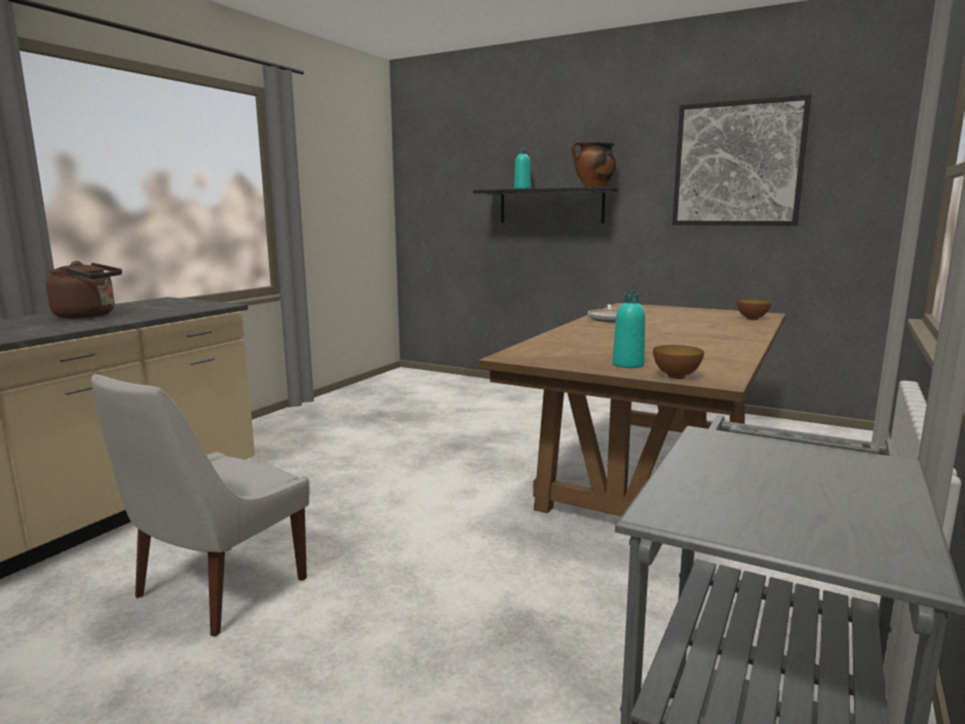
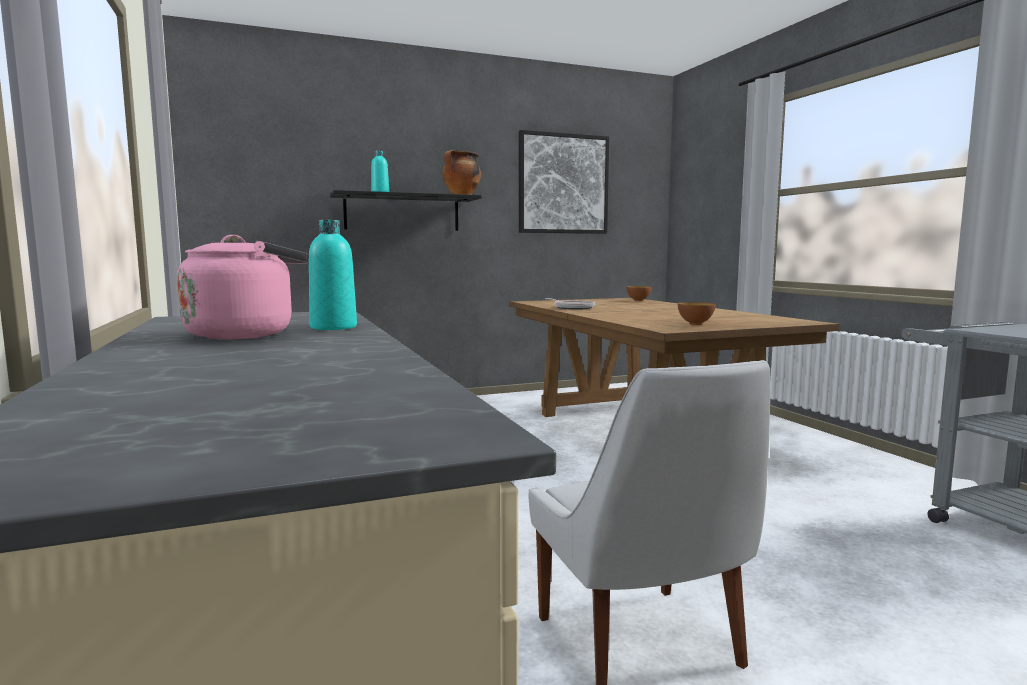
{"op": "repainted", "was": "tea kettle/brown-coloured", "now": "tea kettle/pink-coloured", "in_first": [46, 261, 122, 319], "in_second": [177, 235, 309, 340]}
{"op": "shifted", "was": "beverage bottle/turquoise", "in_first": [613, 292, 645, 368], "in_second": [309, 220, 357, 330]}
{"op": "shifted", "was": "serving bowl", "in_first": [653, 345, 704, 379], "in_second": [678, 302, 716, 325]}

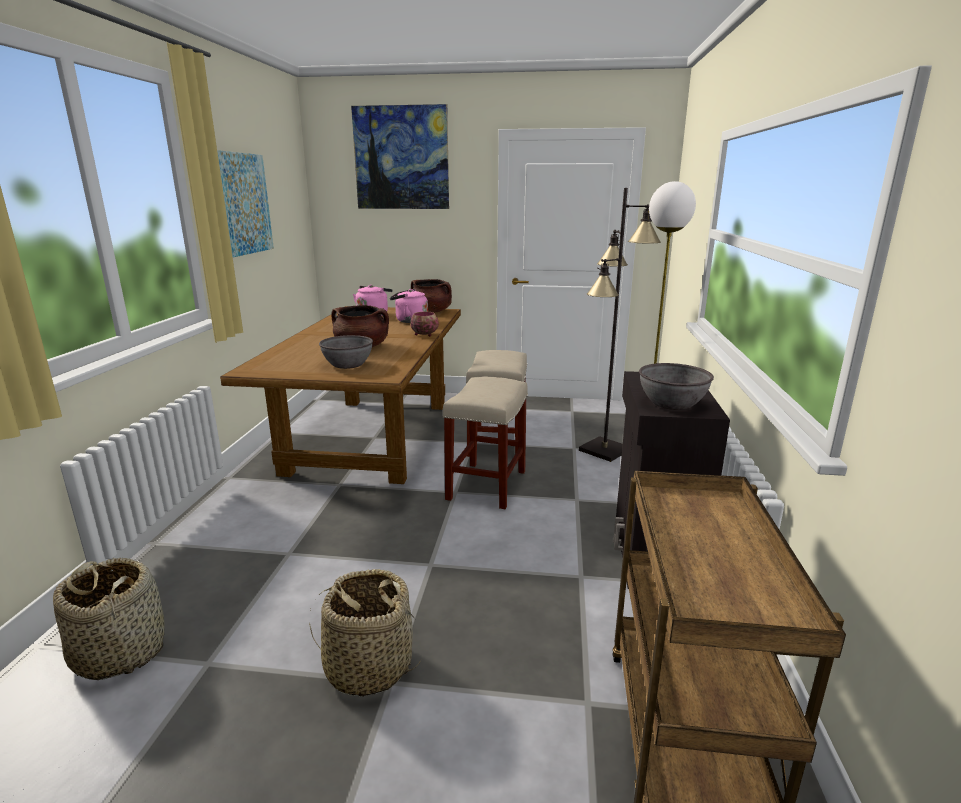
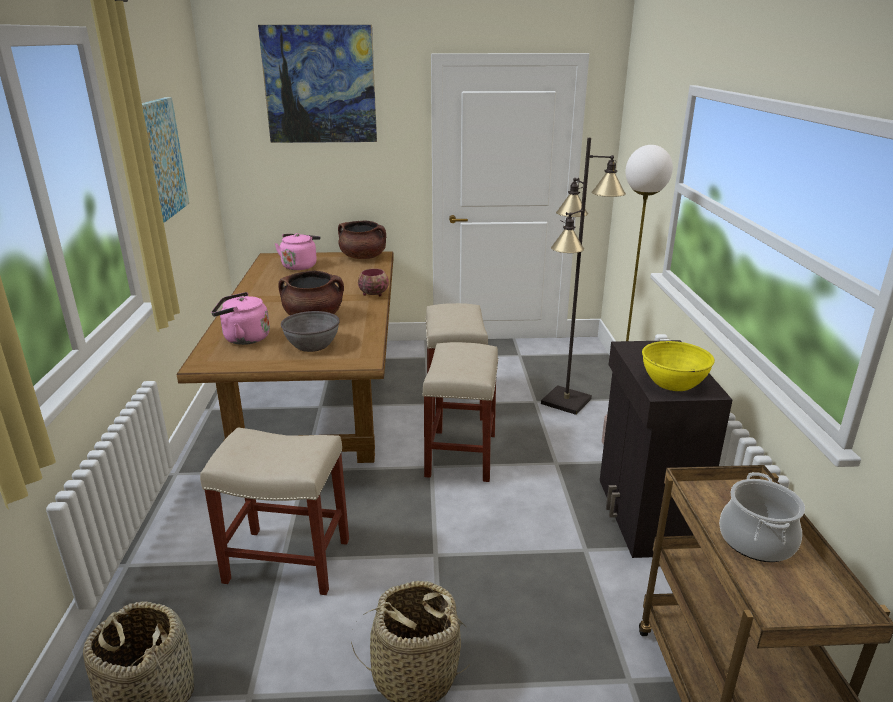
{"op": "shifted", "was": "tea kettle/pink-coloured", "in_first": [390, 289, 428, 323], "in_second": [211, 292, 270, 345]}
{"op": "repainted", "was": "serving bowl/gray", "now": "serving bowl/yellow-coloured", "in_first": [639, 363, 714, 410], "in_second": [642, 341, 715, 391]}
{"op": "new", "now": "stool/sand-coloured", "in_second": [200, 427, 349, 595]}
{"op": "new", "now": "saucepot", "in_second": [719, 472, 805, 562]}

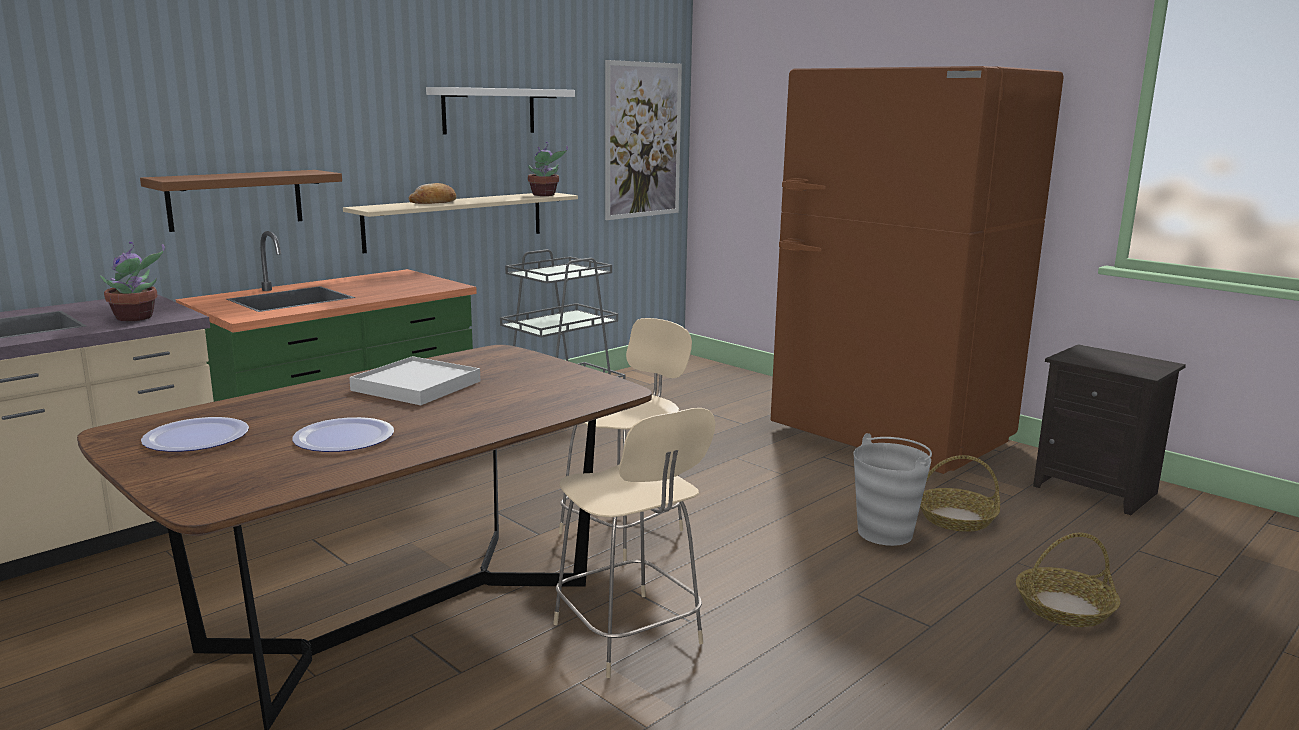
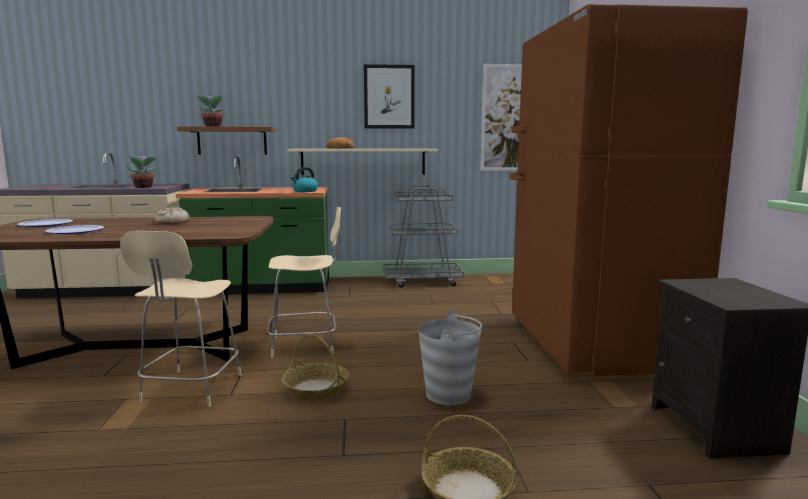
{"op": "swapped", "was": "shelf/white", "now": "wall picture", "in_first": [426, 87, 575, 135], "in_second": [364, 64, 415, 129]}
{"op": "shifted", "was": "houseplant", "in_first": [528, 142, 568, 196], "in_second": [195, 90, 226, 127]}
{"op": "swapped", "was": "tray/white", "now": "bread", "in_first": [349, 356, 480, 405], "in_second": [154, 207, 190, 224]}
{"op": "shifted", "was": "storage basket", "in_first": [920, 455, 1000, 532], "in_second": [282, 334, 349, 400]}
{"op": "new", "now": "tea kettle", "in_second": [291, 167, 318, 192]}

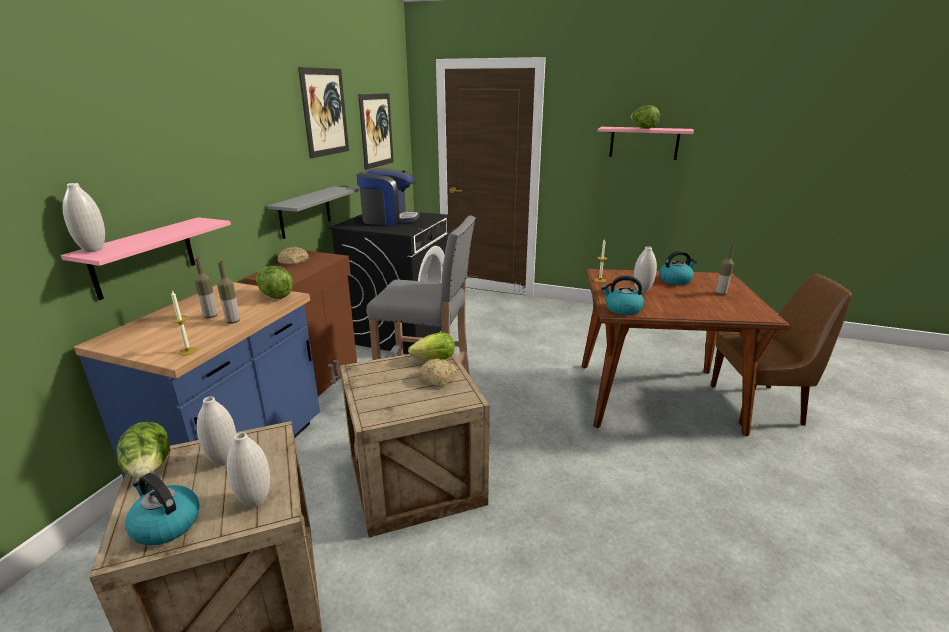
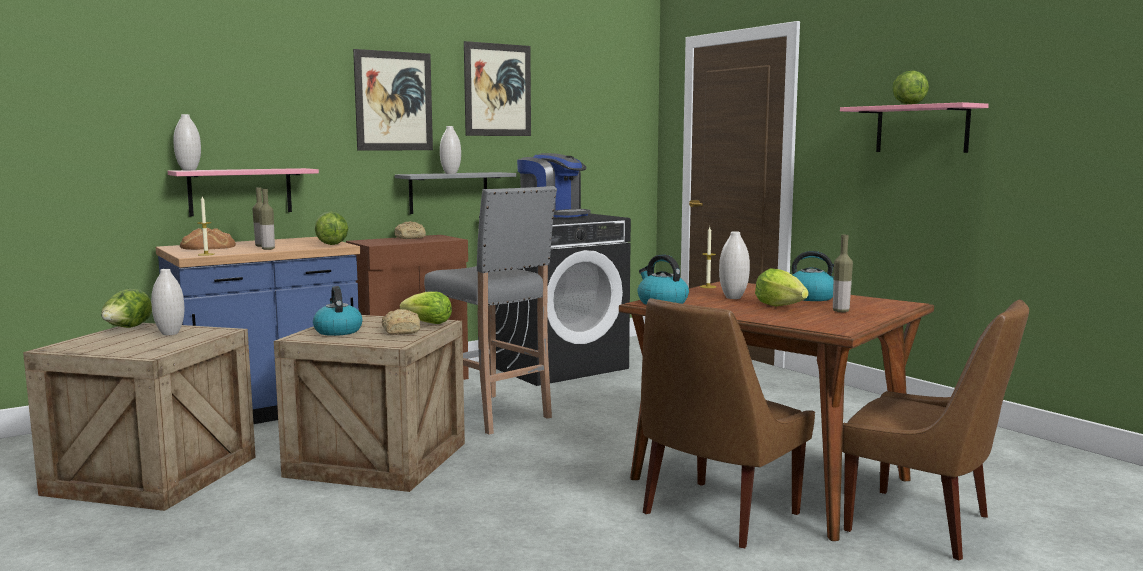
{"op": "shifted", "was": "wall picture", "in_first": [358, 93, 394, 170], "in_second": [353, 49, 433, 151]}
{"op": "shifted", "was": "flower vase/white", "in_first": [227, 432, 270, 508], "in_second": [440, 126, 461, 174]}
{"op": "shifted", "was": "tea kettle", "in_first": [125, 473, 200, 546], "in_second": [313, 286, 362, 336]}
{"op": "new", "now": "bread", "in_second": [180, 228, 236, 250]}
{"op": "new", "now": "lettuce head", "in_second": [755, 268, 809, 306]}
{"op": "new", "now": "upright chair/brown-coloured", "in_second": [641, 298, 815, 549]}

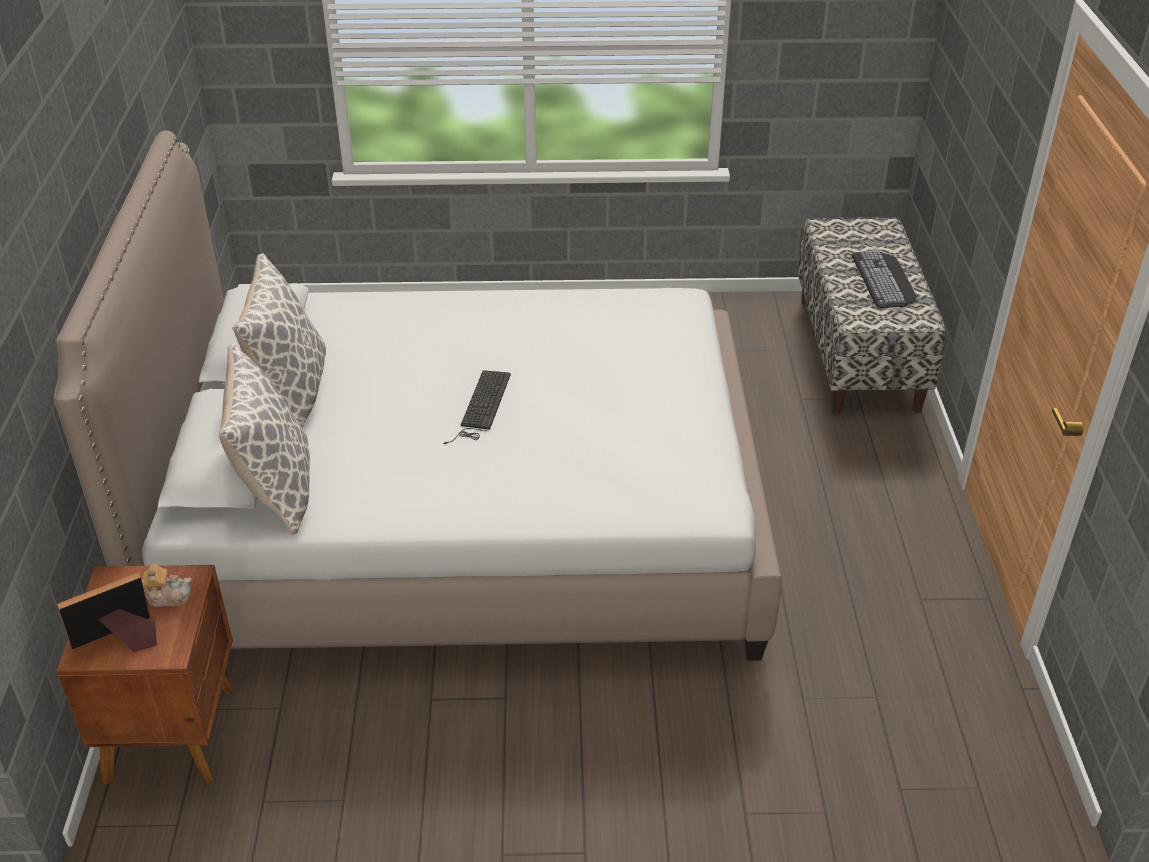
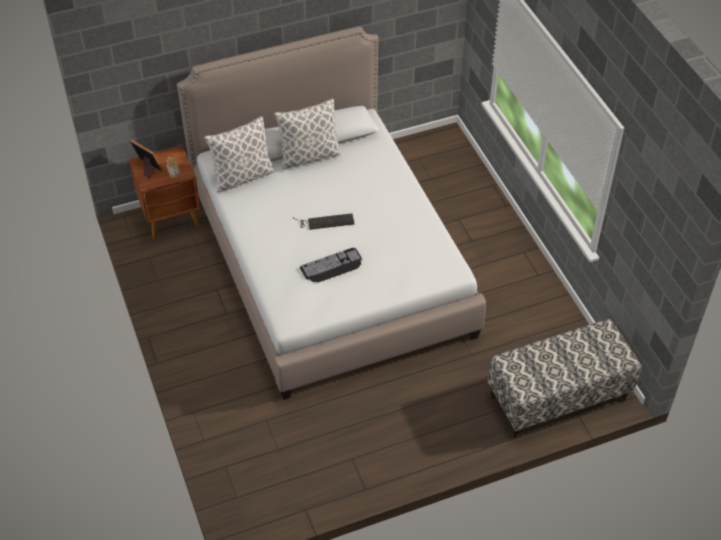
{"op": "shifted", "was": "keyboard", "in_first": [852, 250, 917, 308], "in_second": [300, 248, 362, 282]}

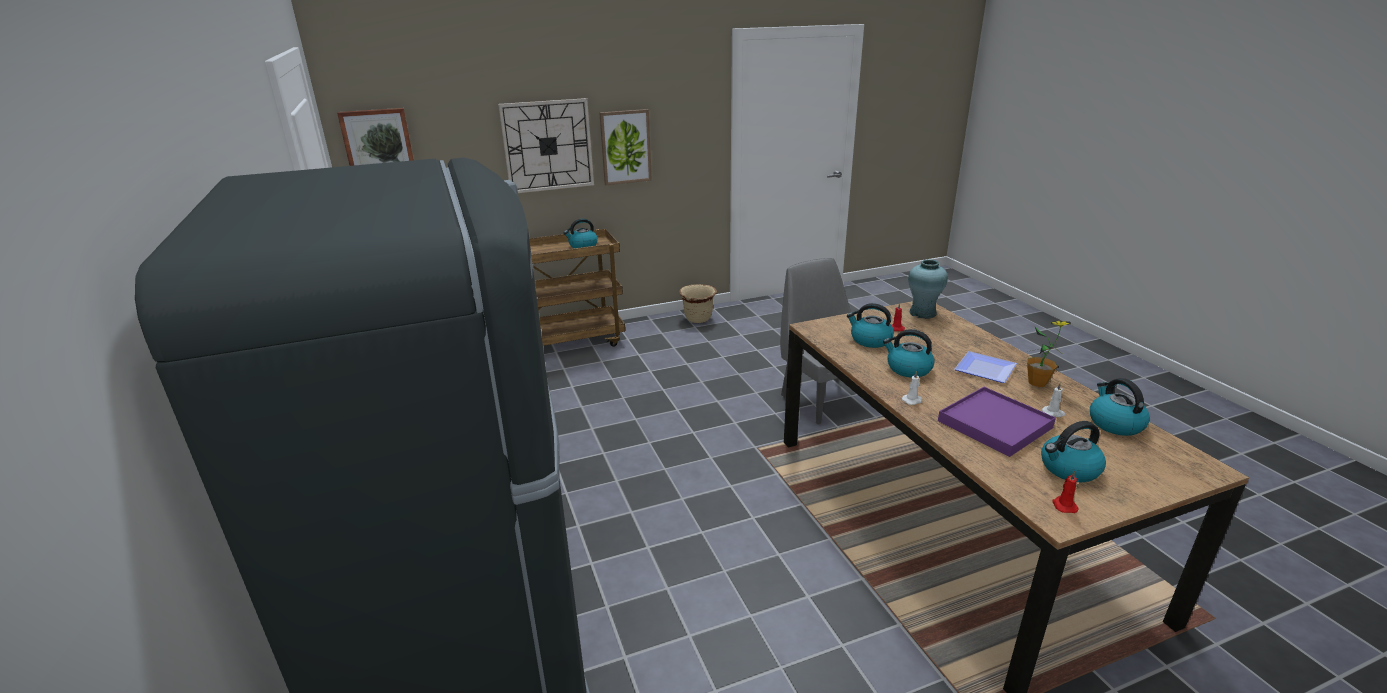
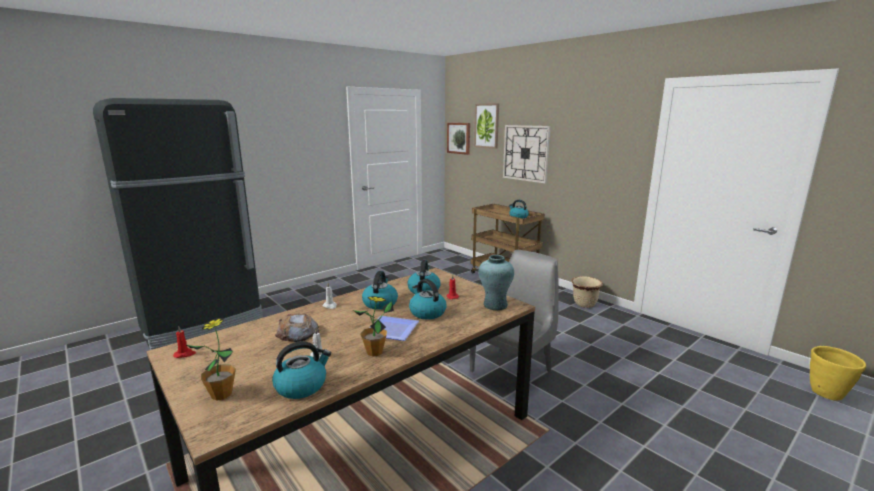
{"op": "shifted", "was": "wall picture", "in_first": [599, 109, 652, 185], "in_second": [474, 103, 499, 149]}
{"op": "swapped", "was": "tray/purplish", "now": "bread", "in_first": [938, 387, 1056, 457], "in_second": [275, 314, 319, 342]}
{"op": "shifted", "was": "tea kettle", "in_first": [1041, 421, 1106, 482], "in_second": [409, 279, 446, 319]}
{"op": "new", "now": "houseplant", "in_second": [187, 318, 236, 400]}
{"op": "new", "now": "flower pot/yellow-coloured", "in_second": [810, 346, 866, 401]}

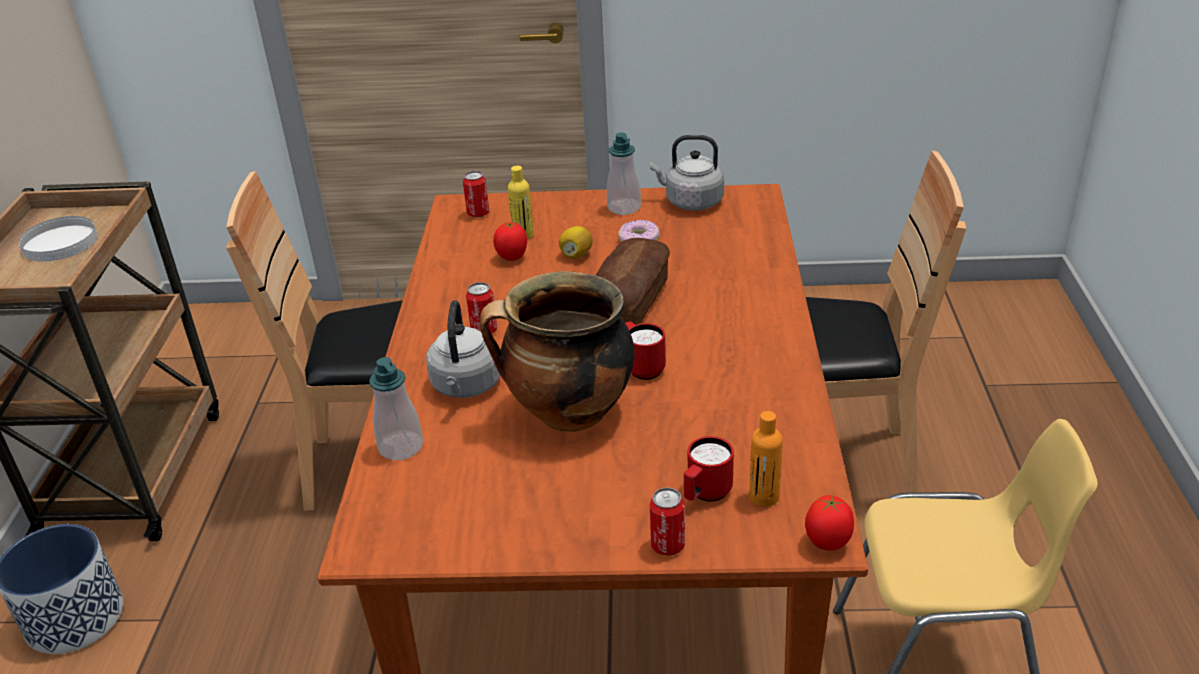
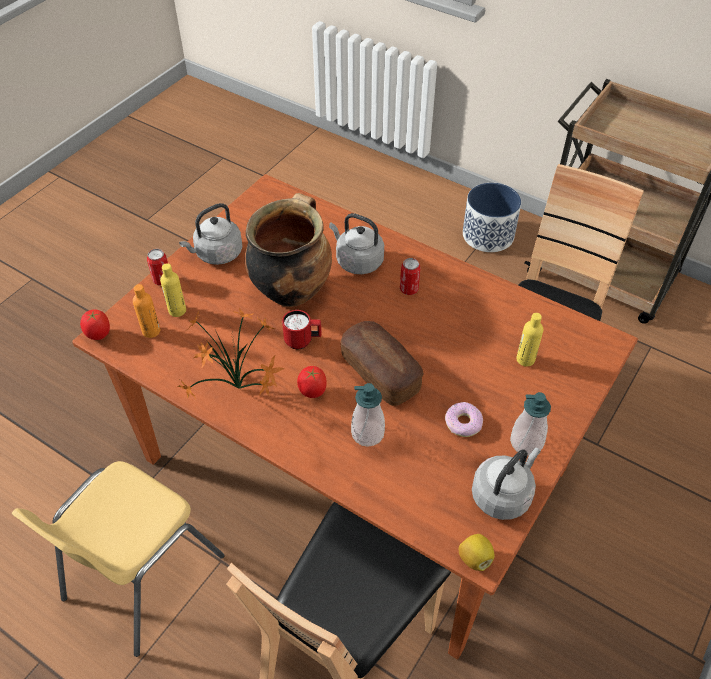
{"op": "gone", "was": "sealed can", "in_first": [463, 171, 489, 218]}
{"op": "gone", "was": "flat dish/white", "in_first": [19, 216, 98, 261]}
{"op": "shifted", "was": "fresh tomato", "in_first": [493, 222, 527, 261], "in_second": [297, 366, 327, 398]}
{"op": "shifted", "was": "whole lemon", "in_first": [559, 226, 593, 259], "in_second": [459, 534, 495, 571]}
{"op": "shifted", "was": "liquid soap bottle", "in_first": [369, 357, 423, 460], "in_second": [351, 383, 385, 447]}
{"op": "swapped", "was": "coffee mug/red", "now": "beverage bottle/yellow-coloured", "in_first": [684, 436, 734, 501], "in_second": [160, 263, 186, 317]}
{"op": "new", "now": "tea kettle/gray", "in_second": [179, 203, 242, 265]}
{"op": "new", "now": "houseplant", "in_second": [177, 308, 285, 399]}

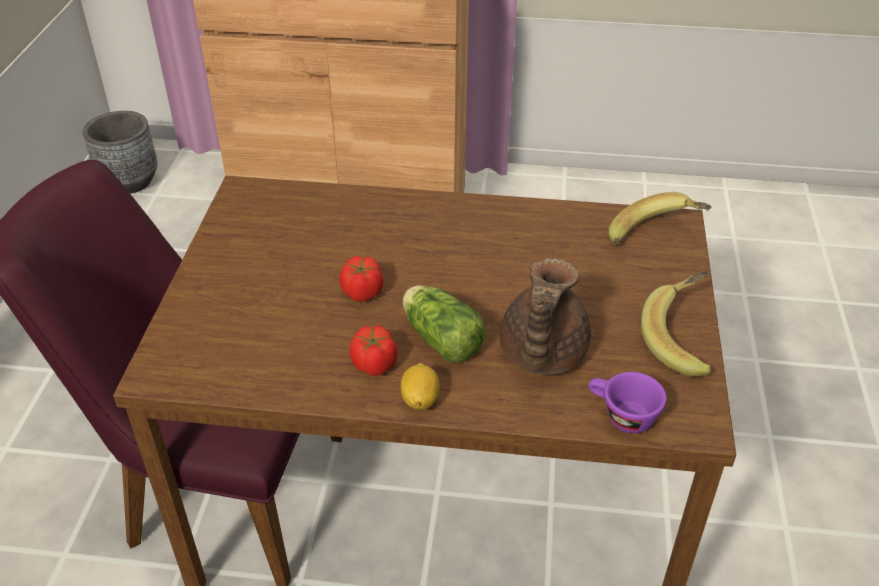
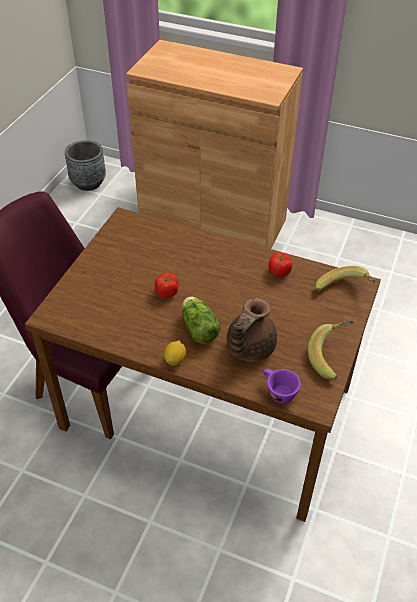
{"op": "shifted", "was": "fresh tomato", "in_first": [349, 325, 398, 376], "in_second": [268, 252, 292, 277]}

